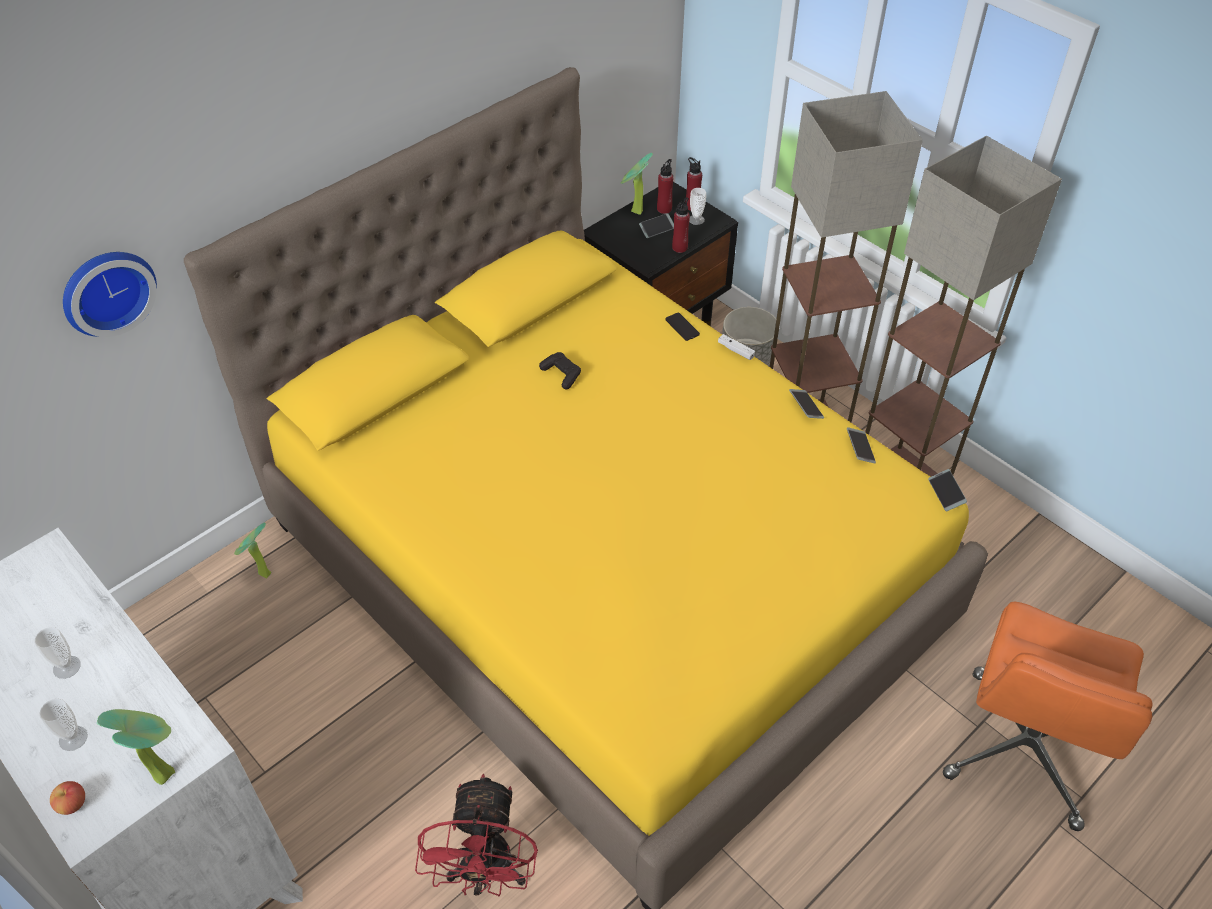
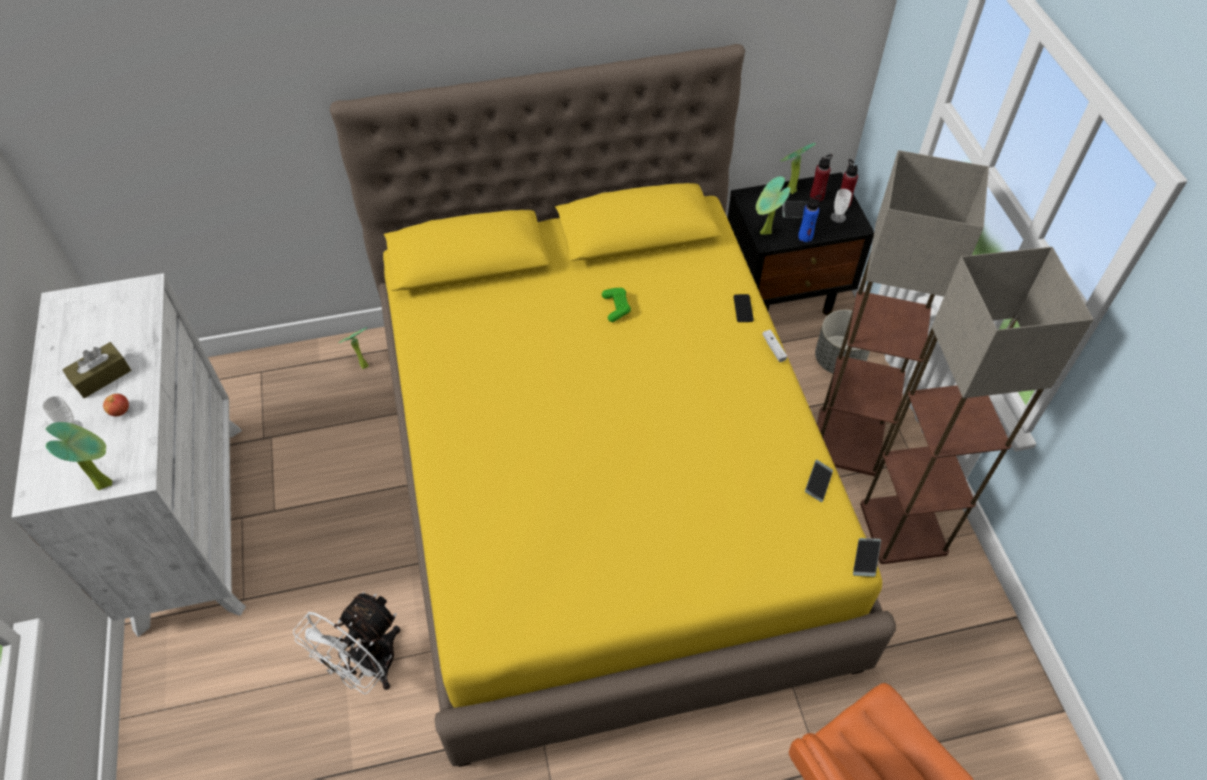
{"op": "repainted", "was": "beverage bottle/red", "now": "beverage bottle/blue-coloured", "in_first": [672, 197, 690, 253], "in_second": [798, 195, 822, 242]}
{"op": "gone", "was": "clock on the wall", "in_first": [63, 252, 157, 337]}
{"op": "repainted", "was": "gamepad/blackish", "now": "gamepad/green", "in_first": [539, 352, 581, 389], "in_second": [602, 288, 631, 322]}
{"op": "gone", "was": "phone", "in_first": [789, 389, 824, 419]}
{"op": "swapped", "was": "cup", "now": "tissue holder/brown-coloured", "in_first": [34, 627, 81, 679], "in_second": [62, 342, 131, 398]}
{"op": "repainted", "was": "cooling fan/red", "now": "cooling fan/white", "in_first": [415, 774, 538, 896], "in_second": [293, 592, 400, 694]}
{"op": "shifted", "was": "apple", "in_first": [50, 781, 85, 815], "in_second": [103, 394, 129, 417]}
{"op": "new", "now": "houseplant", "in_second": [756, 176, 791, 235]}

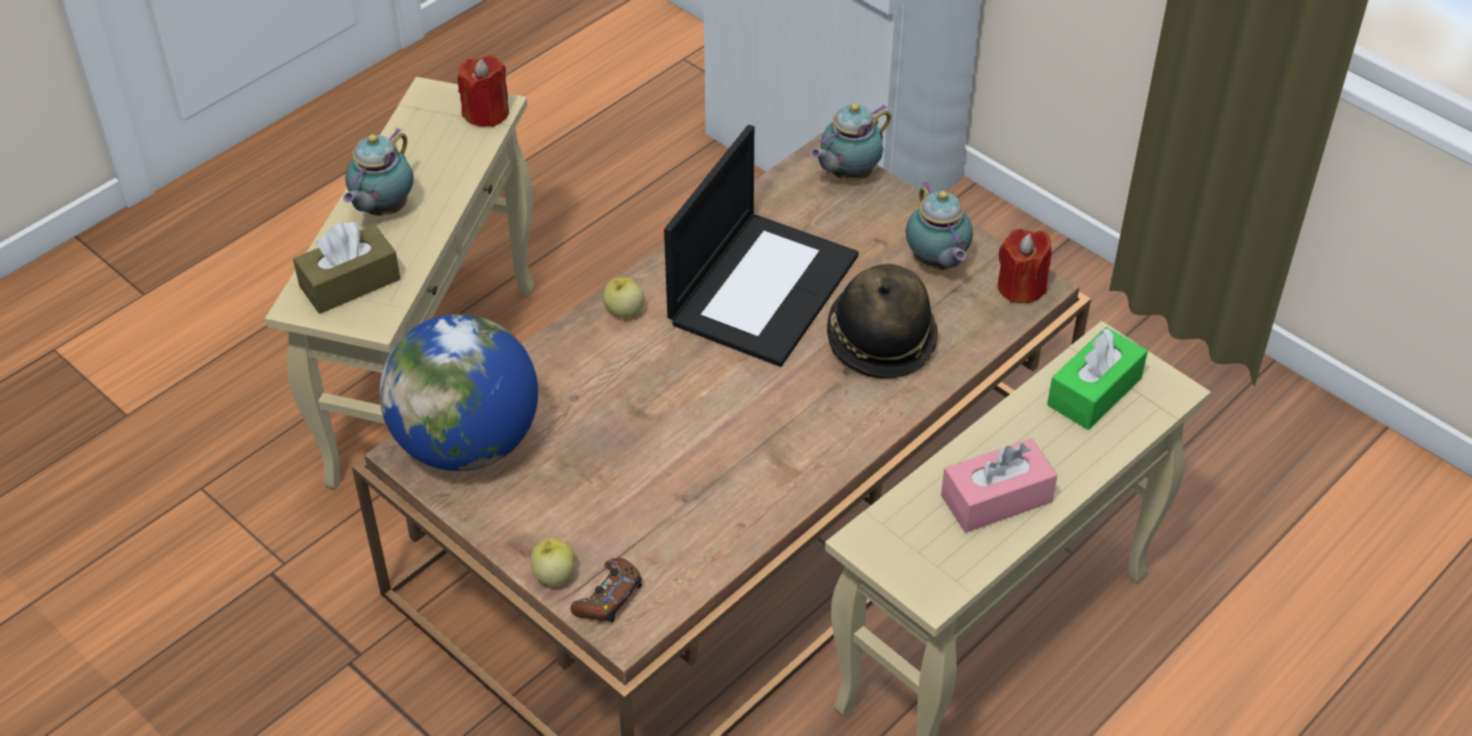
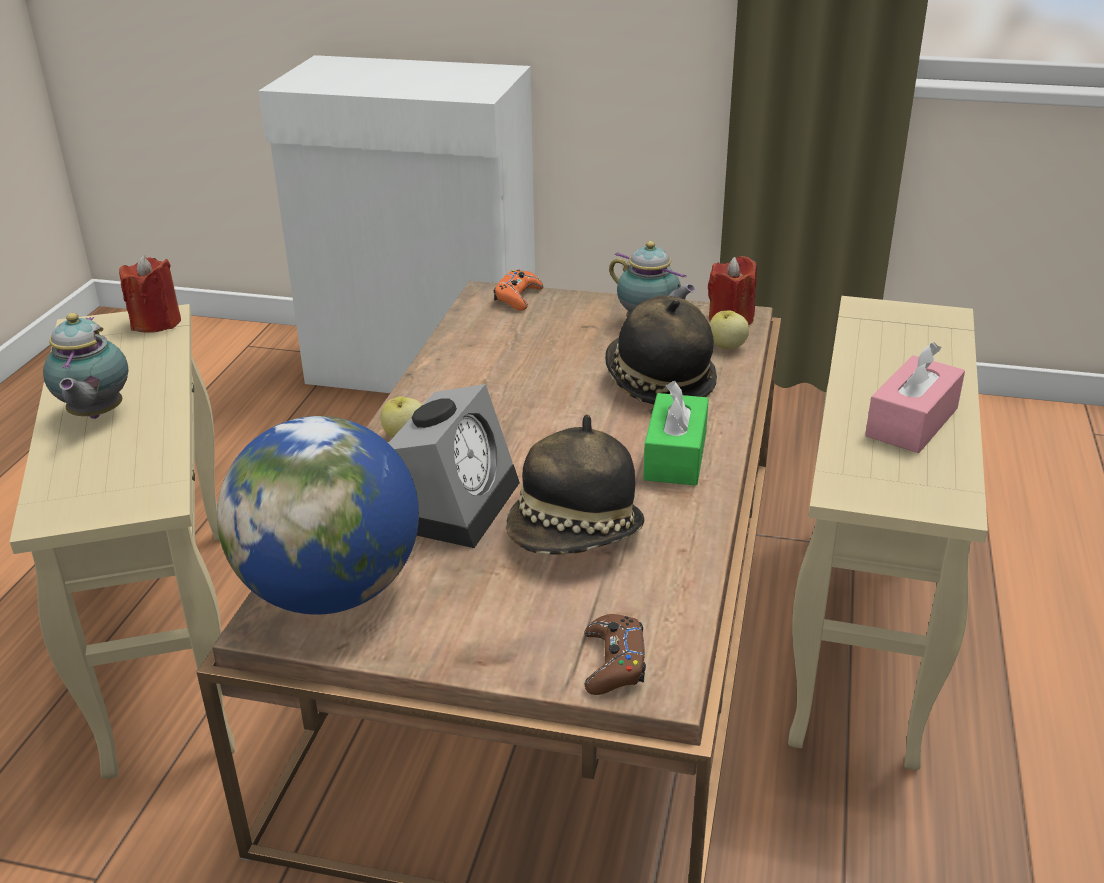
{"op": "swapped", "was": "tea pot", "now": "gamepad/orange-coloured", "in_first": [810, 103, 891, 181], "in_second": [494, 269, 543, 311]}
{"op": "gone", "was": "portable computer", "in_first": [664, 125, 859, 367]}
{"op": "gone", "was": "tissue holder/brown-coloured", "in_first": [293, 222, 401, 314]}
{"op": "shifted", "was": "tissue holder/green", "in_first": [1047, 327, 1148, 430], "in_second": [643, 381, 709, 485]}
{"op": "shifted", "was": "apple", "in_first": [530, 538, 575, 586], "in_second": [709, 311, 749, 349]}
{"op": "new", "now": "alarm clock", "in_second": [389, 384, 520, 548]}
{"op": "new", "now": "wearable hat", "in_second": [506, 415, 644, 554]}

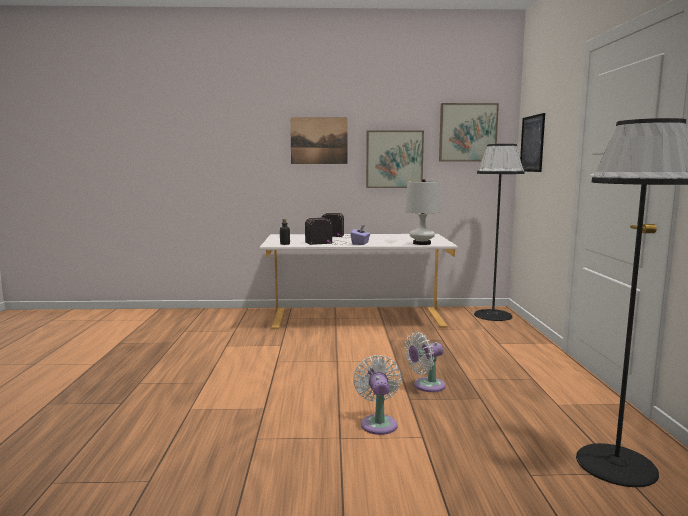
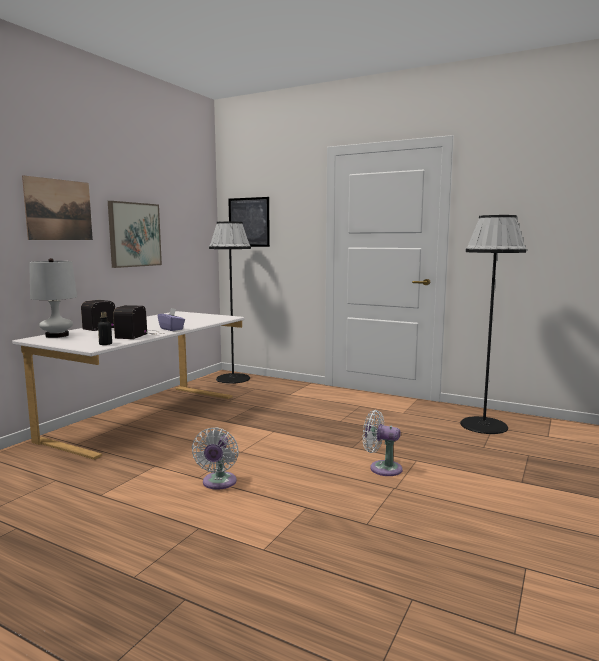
{"op": "gone", "was": "wall picture", "in_first": [439, 103, 499, 161]}
{"op": "shifted", "was": "table lamp/white", "in_first": [405, 179, 441, 245], "in_second": [29, 258, 77, 338]}
{"op": "shifted", "was": "cooling fan/white", "in_first": [405, 332, 445, 392], "in_second": [192, 427, 239, 490]}

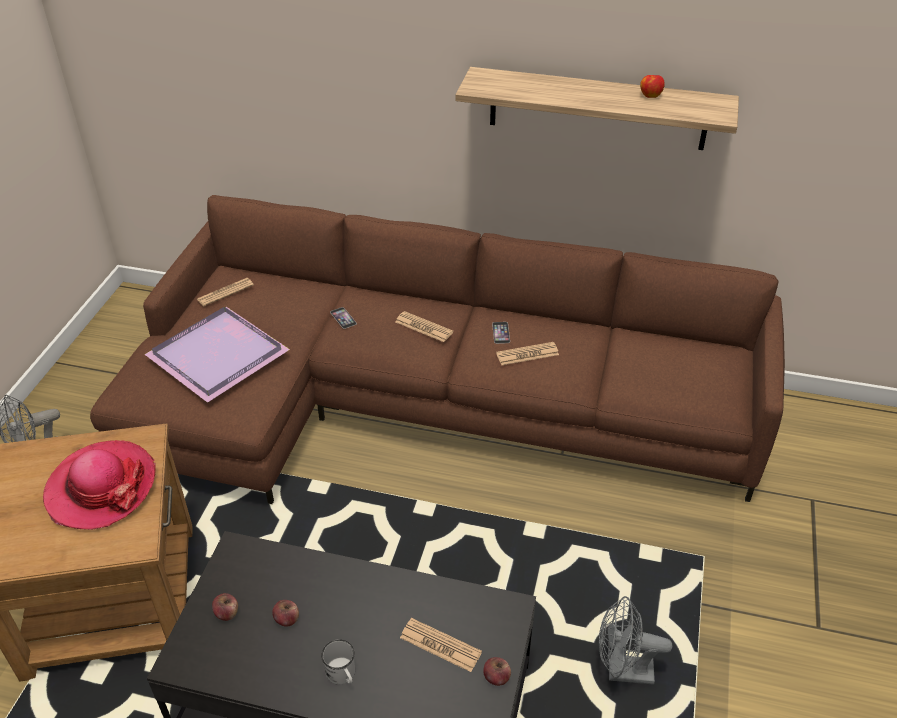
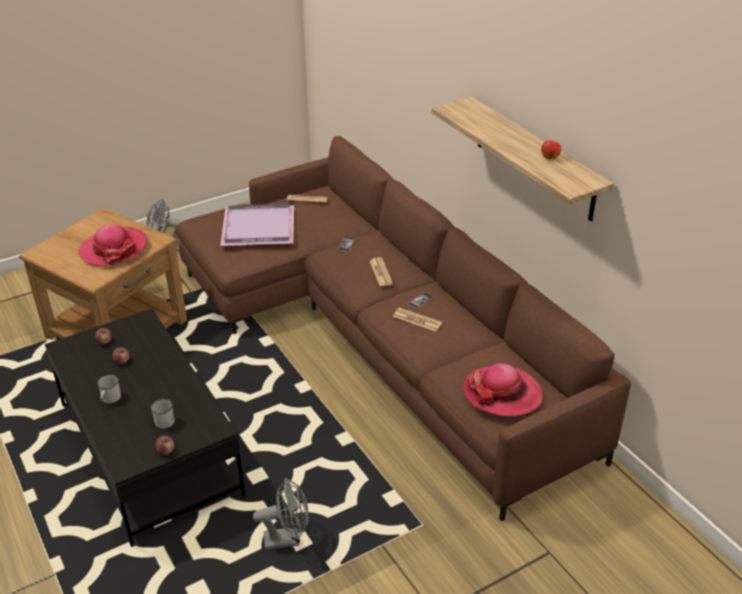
{"op": "rotated", "was": "cooling fan/gray", "in_first": [599, 596, 673, 685], "in_second": [253, 478, 309, 550], "clockwise": 120}
{"op": "swapped", "was": "newspaper", "now": "coffee mug/white", "in_first": [400, 618, 482, 672], "in_second": [151, 399, 175, 429]}
{"op": "new", "now": "wearable hat", "in_second": [463, 363, 543, 417]}

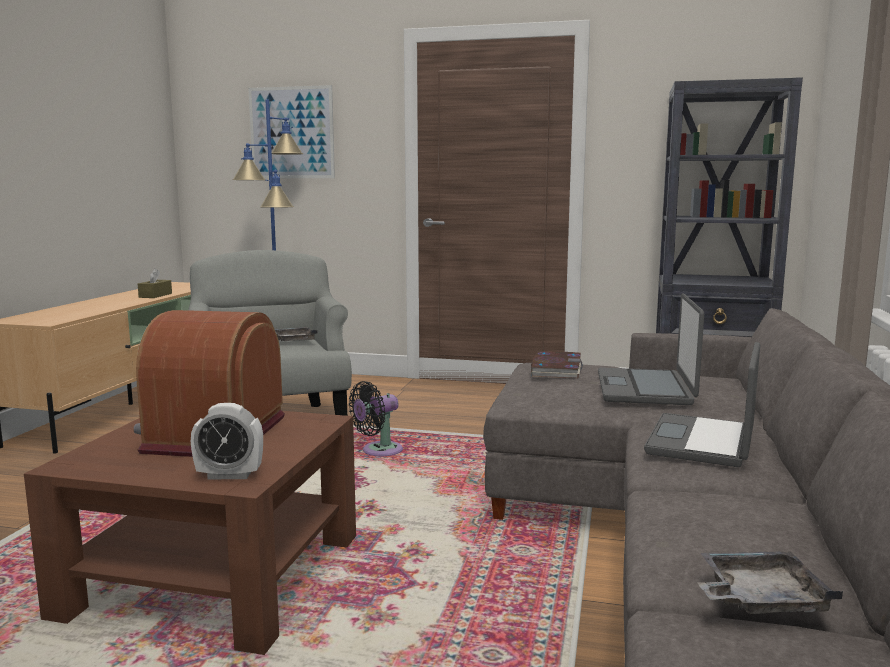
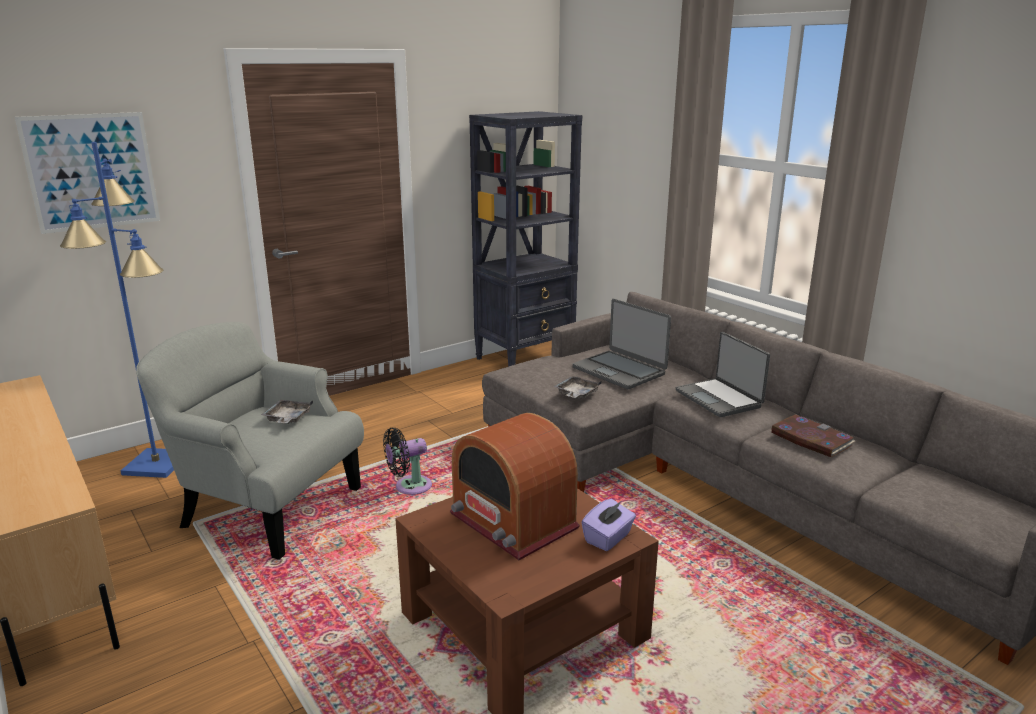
{"op": "gone", "was": "tissue holder/brown-coloured", "in_first": [138, 268, 172, 298]}
{"op": "shifted", "was": "volume", "in_first": [531, 351, 583, 378], "in_second": [771, 414, 855, 457]}
{"op": "rotated", "was": "cooling fan/blackish", "in_first": [349, 381, 403, 456], "in_second": [383, 428, 432, 495], "clockwise": 60}
{"op": "swapped", "was": "alarm clock", "now": "tissue holder/purplish", "in_first": [191, 403, 263, 479], "in_second": [581, 499, 636, 551]}
{"op": "shifted", "was": "tray/gray", "in_first": [697, 551, 843, 614], "in_second": [553, 376, 602, 399]}

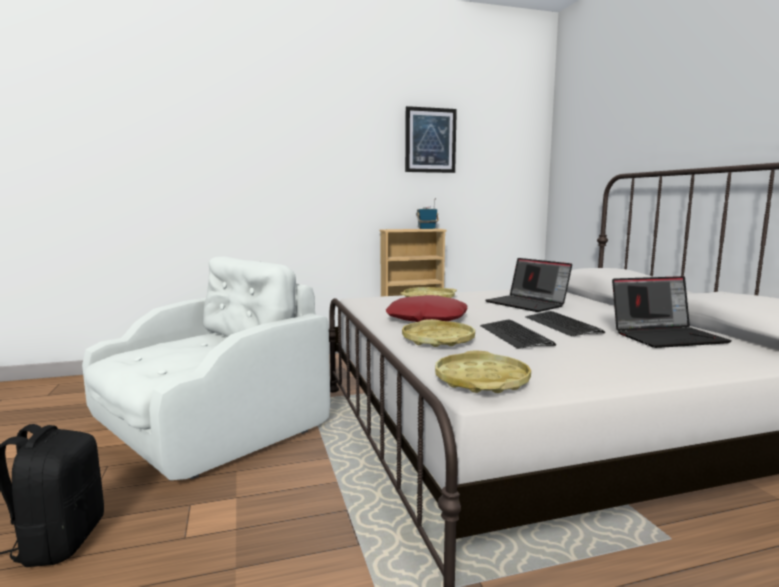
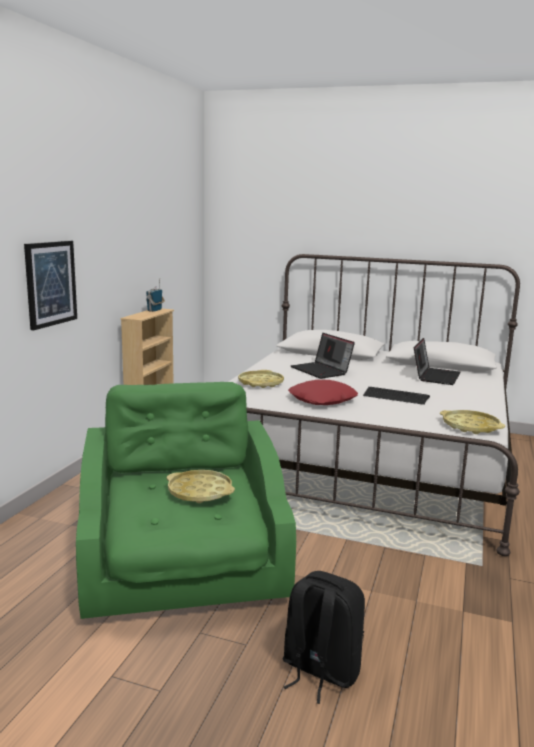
{"op": "shifted", "was": "wall picture", "in_first": [405, 106, 457, 173], "in_second": [24, 241, 77, 330]}
{"op": "repainted", "was": "armchair/white", "now": "armchair/green", "in_first": [82, 256, 330, 480], "in_second": [76, 382, 296, 619]}
{"op": "rotated", "was": "portable computer", "in_first": [485, 258, 572, 312], "in_second": [291, 333, 355, 379], "clockwise": 60}
{"op": "gone", "was": "keyboard", "in_first": [525, 311, 605, 337]}
{"op": "shifted", "was": "tray/yellow-coloured", "in_first": [402, 319, 475, 347], "in_second": [167, 470, 235, 503]}

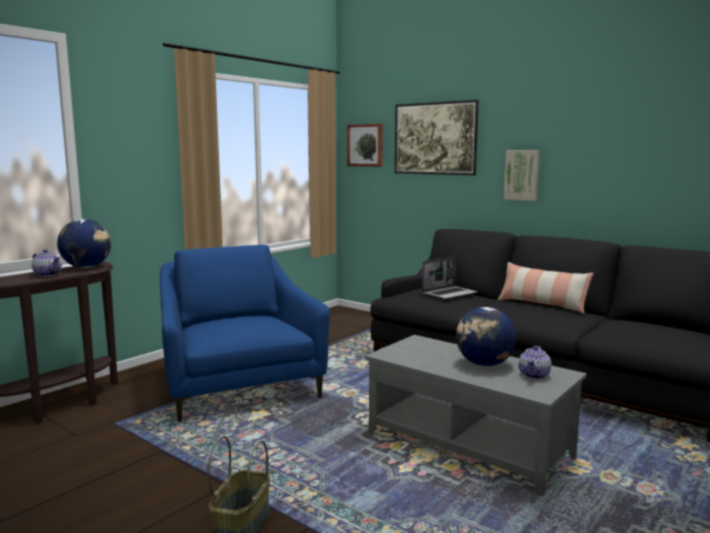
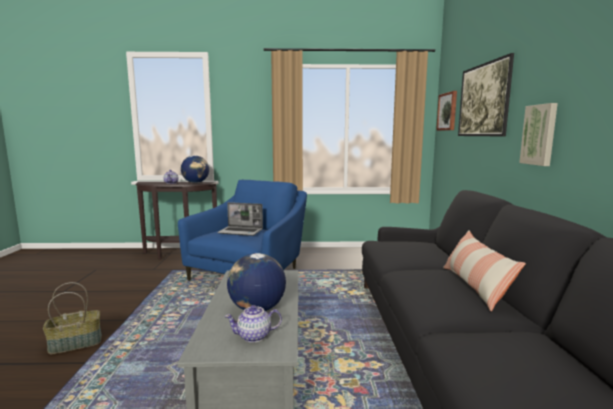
{"op": "shifted", "was": "portable computer", "in_first": [422, 257, 478, 300], "in_second": [217, 202, 263, 236]}

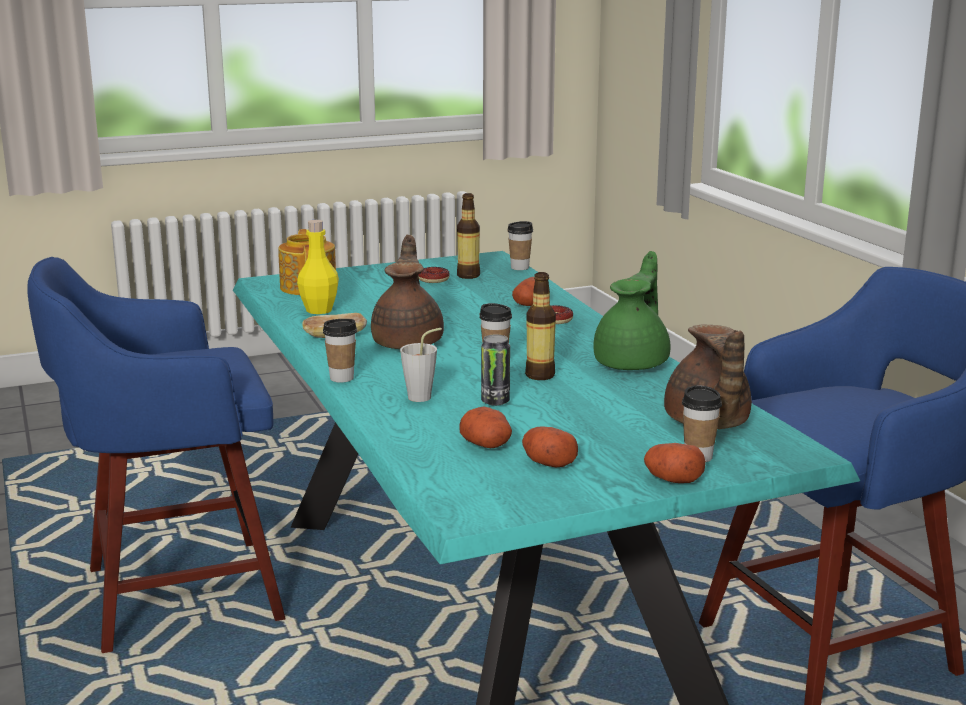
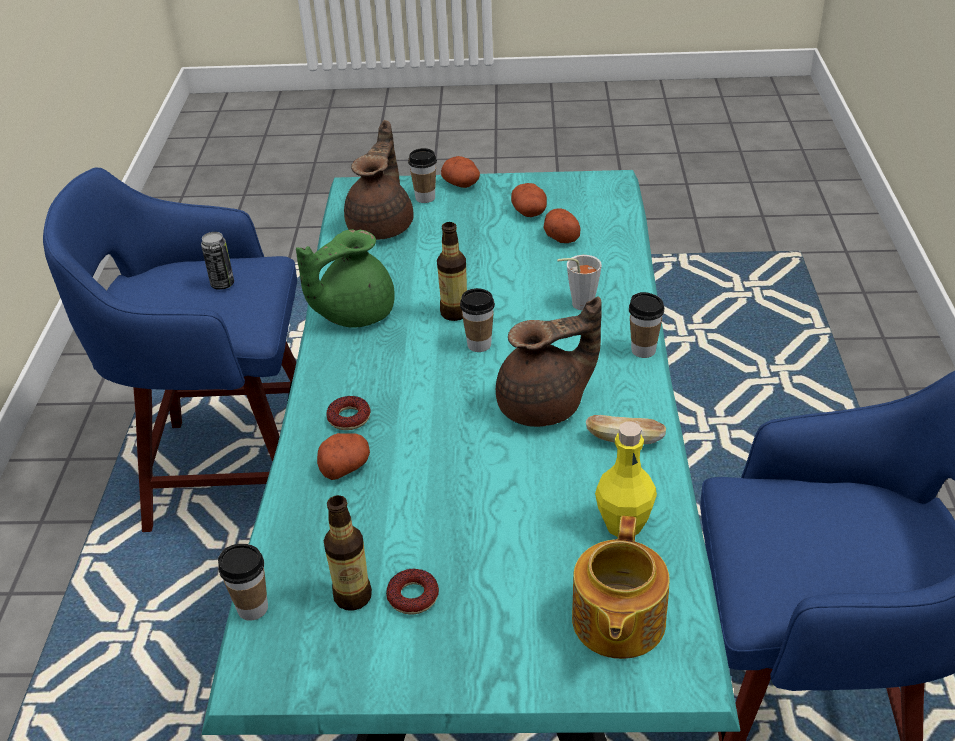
{"op": "rotated", "was": "tea pot/brown-coloured", "in_first": [371, 235, 444, 349], "in_second": [496, 296, 602, 427], "clockwise": -135}
{"op": "shifted", "was": "sealed can", "in_first": [481, 334, 510, 406], "in_second": [201, 232, 234, 290]}

